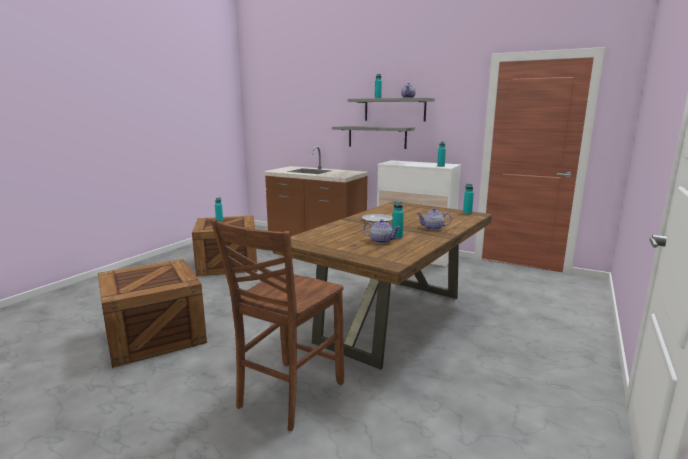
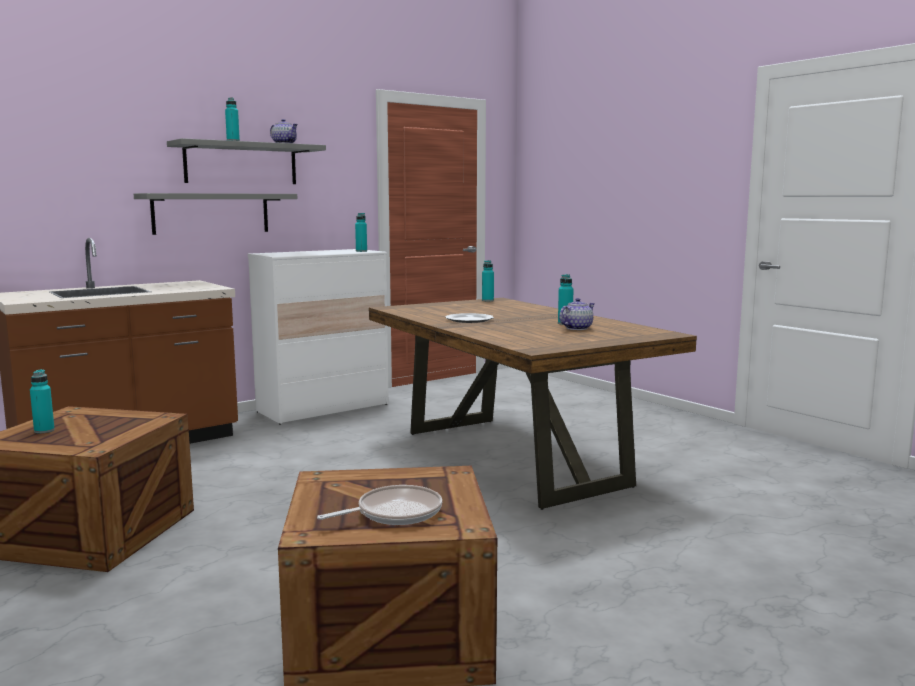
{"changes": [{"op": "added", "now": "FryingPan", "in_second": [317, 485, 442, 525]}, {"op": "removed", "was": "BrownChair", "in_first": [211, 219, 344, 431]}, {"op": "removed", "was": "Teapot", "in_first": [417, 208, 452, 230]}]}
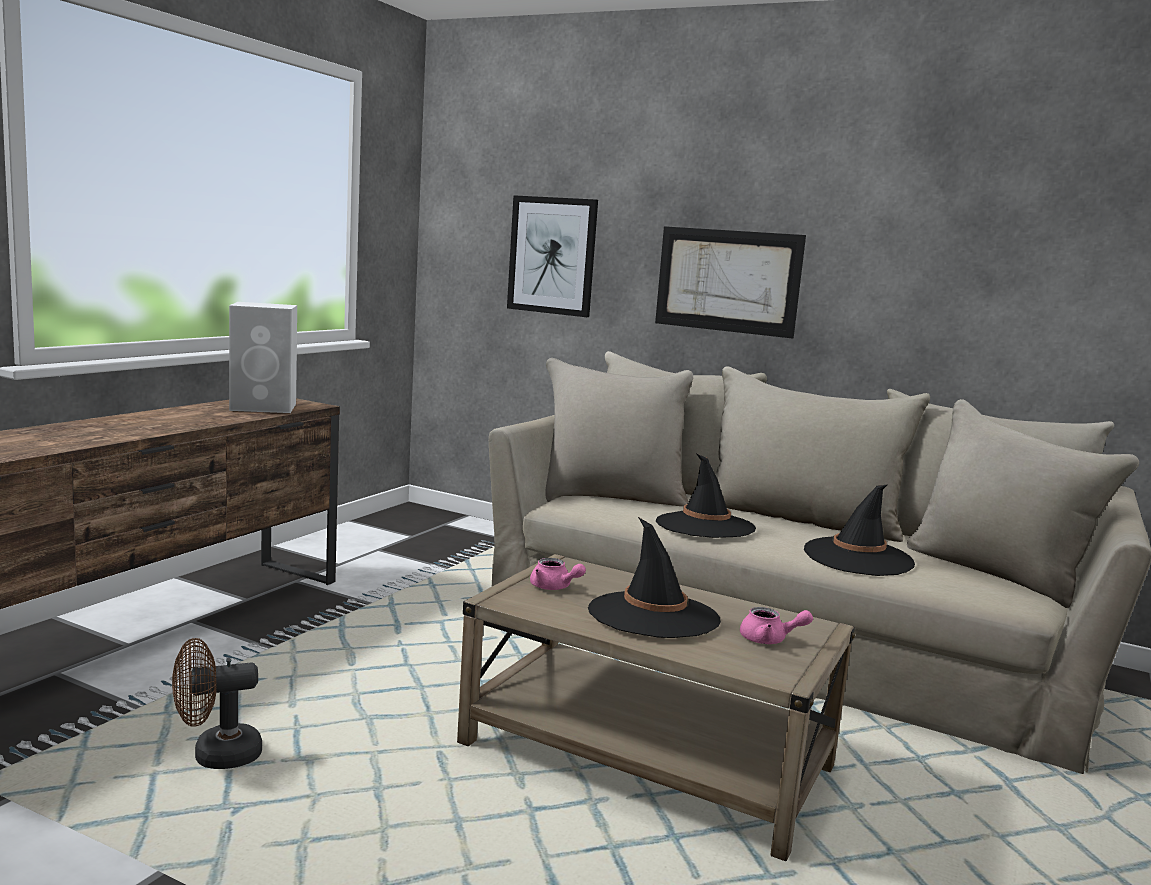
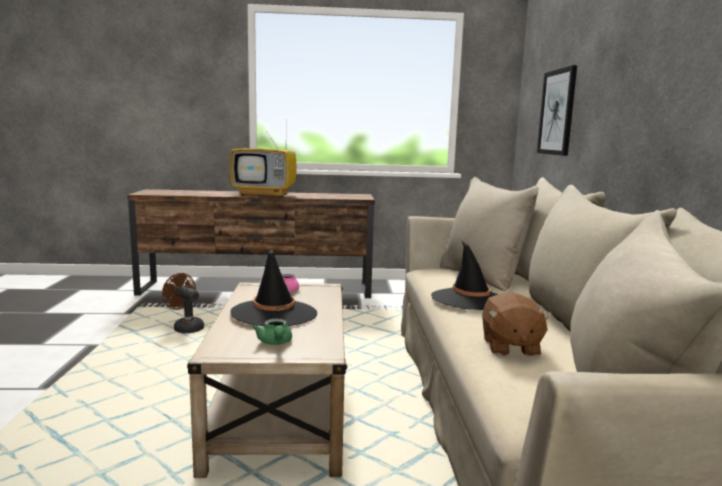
{"changes": [{"op": "added", "now": "Television", "in_second": [230, 125, 296, 197]}, {"op": "recoloured", "was": "PinkTeapot", "now": "GreenTeapot", "in_first": [740, 607, 813, 644], "in_second": [252, 319, 292, 345]}, {"op": "replaced", "was": "BlackHat", "now": "BrownPlushToy", "in_first": [804, 484, 915, 576], "in_second": [482, 292, 552, 357]}, {"op": "removed", "was": "WhiteSpeaker", "in_first": [229, 302, 297, 413]}, {"op": "removed", "was": "Picture", "in_first": [655, 226, 806, 338]}]}
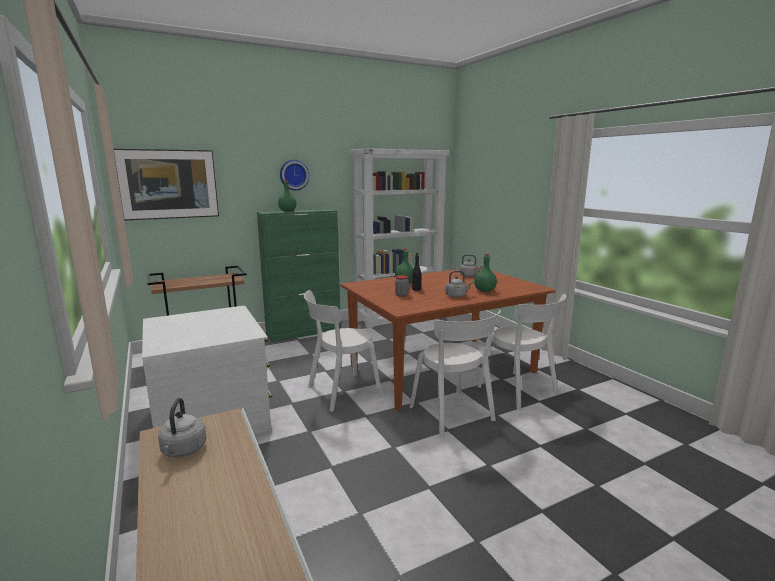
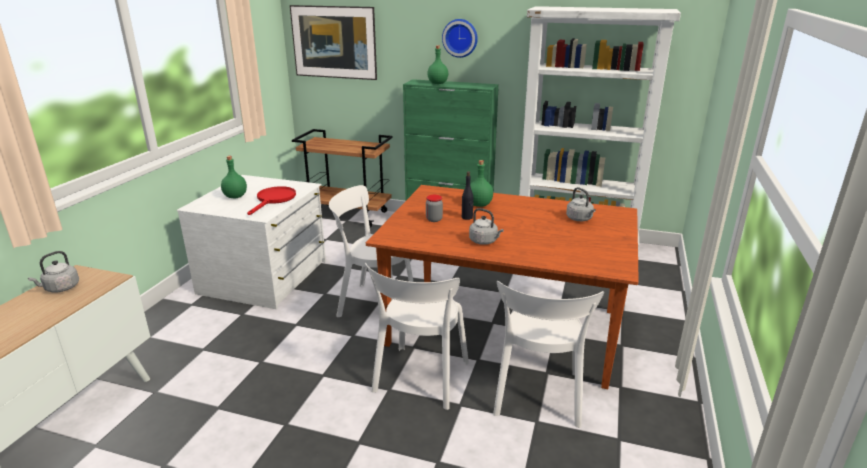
{"changes": [{"op": "moved", "was": "GreenBottle", "in_first": [474, 253, 497, 292], "in_second": [221, 156, 247, 198]}, {"op": "added", "now": "RedFryingPan", "in_second": [247, 186, 296, 215]}]}
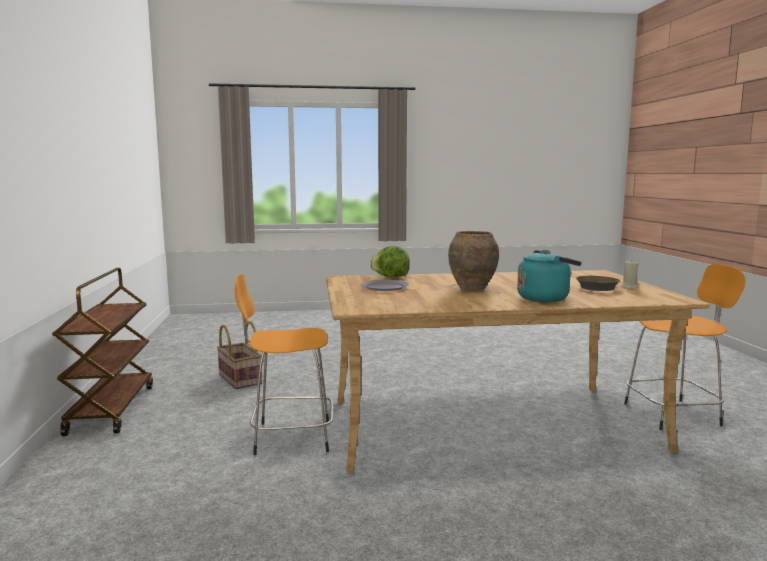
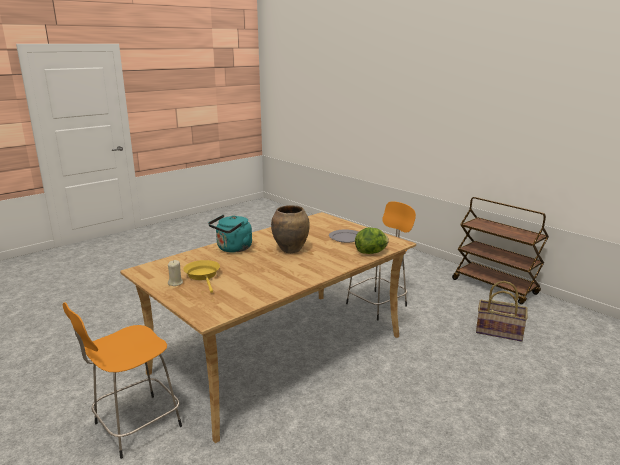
{"changes": [{"op": "recoloured", "was": "BrownFryingPan", "now": "YellowFryingPan", "in_first": [576, 275, 621, 291], "in_second": [183, 260, 220, 293]}]}
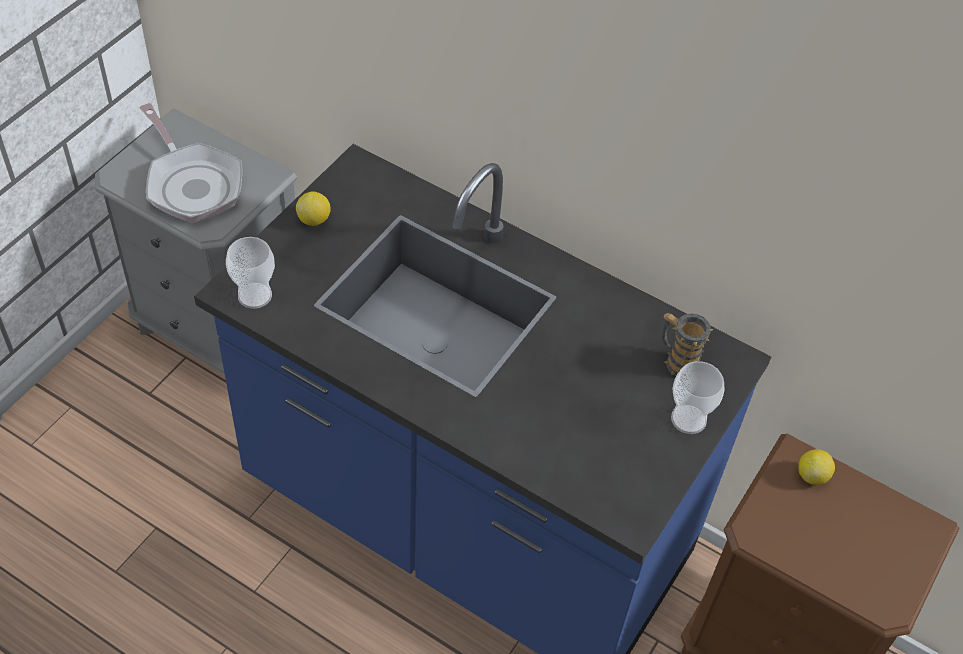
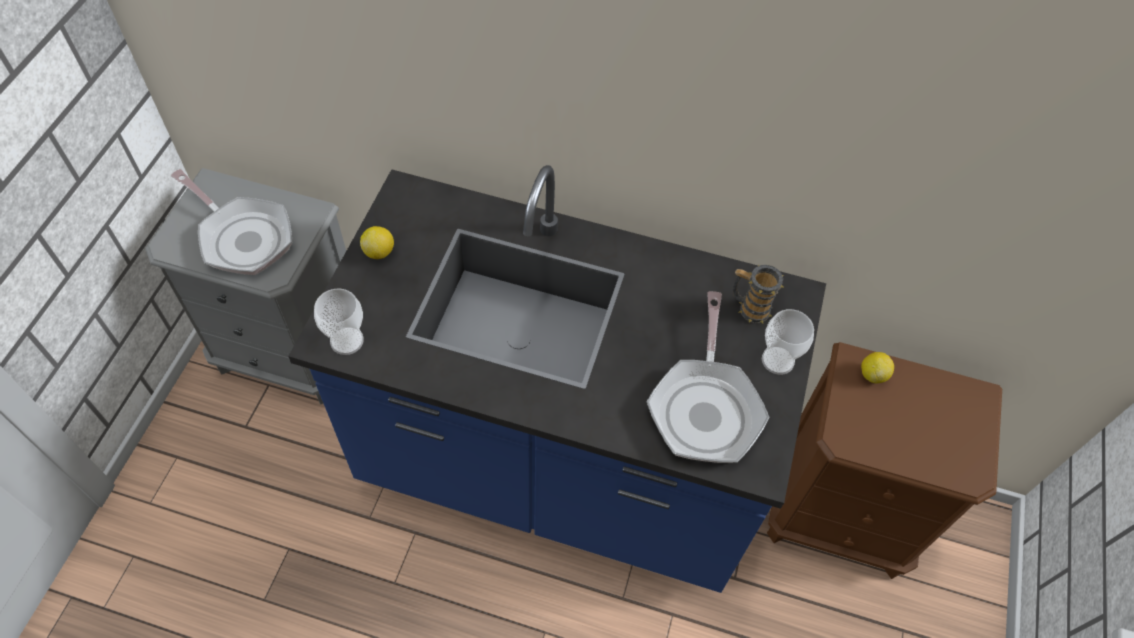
{"changes": [{"op": "added", "now": "FryingPan", "in_second": [647, 291, 769, 463]}]}
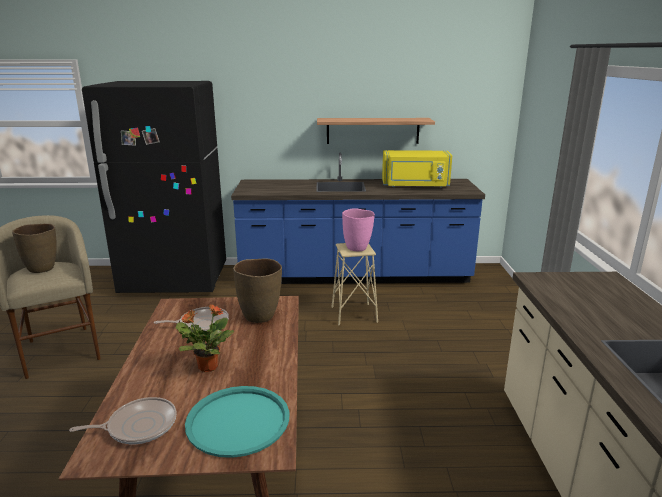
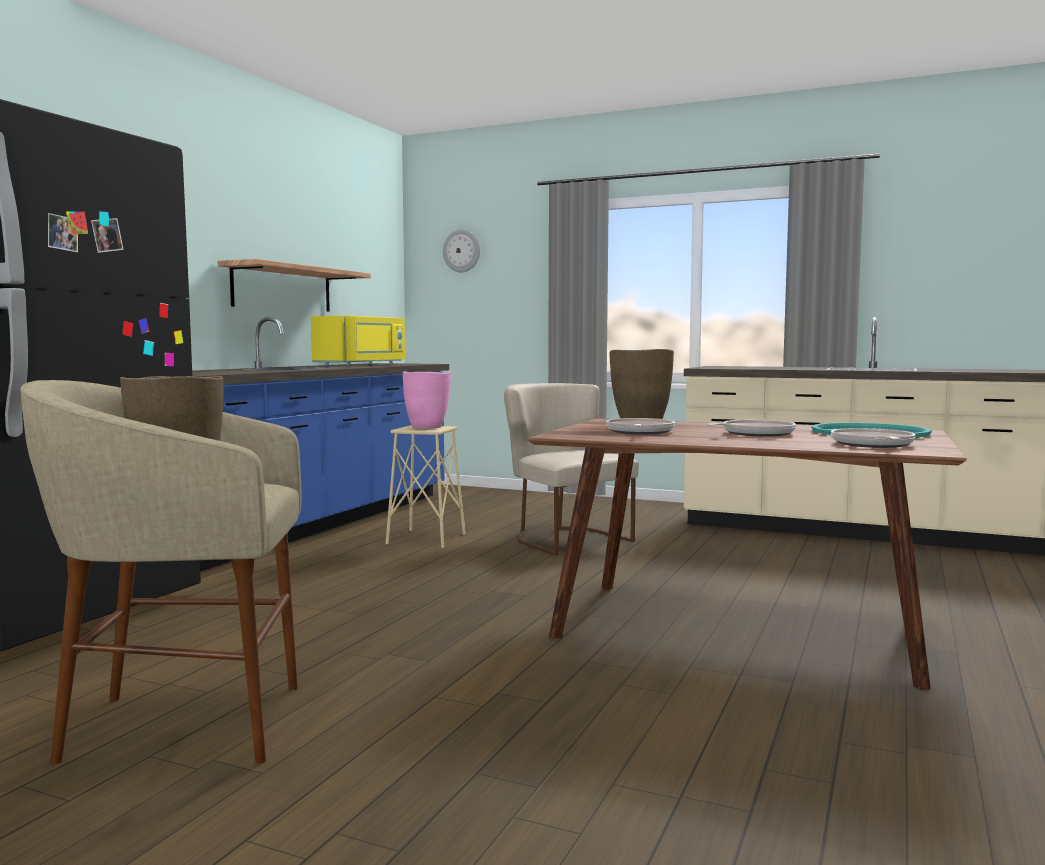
{"changes": [{"op": "added", "now": "WallClock", "in_second": [443, 230, 480, 272]}, {"op": "added", "now": "BeigeChair", "in_second": [504, 383, 639, 556]}, {"op": "replaced", "was": "PottedPlant", "now": "FryingPan", "in_first": [176, 305, 235, 372], "in_second": [707, 420, 796, 437]}]}
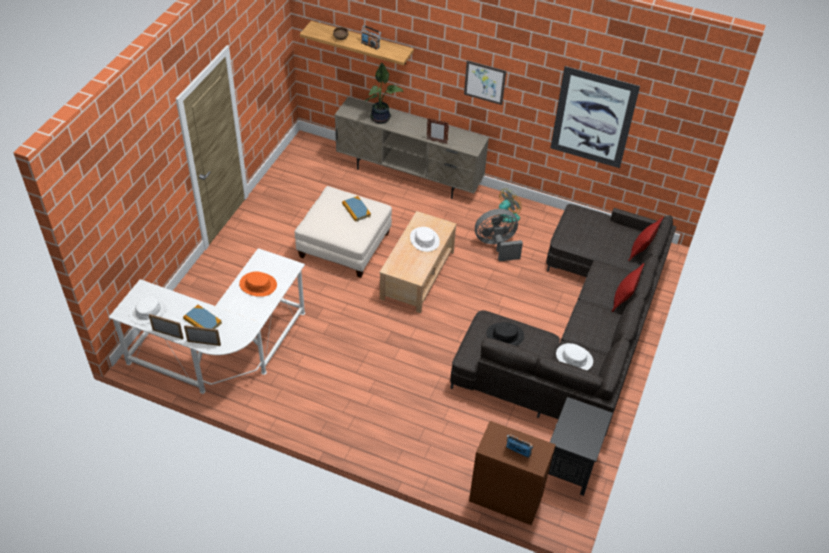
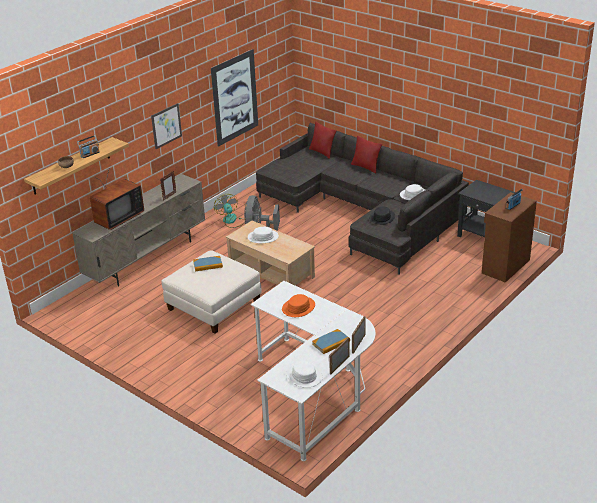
{"changes": [{"op": "replaced", "was": "PottedPlant", "now": "Television", "in_first": [365, 63, 403, 124], "in_second": [90, 167, 144, 230]}]}
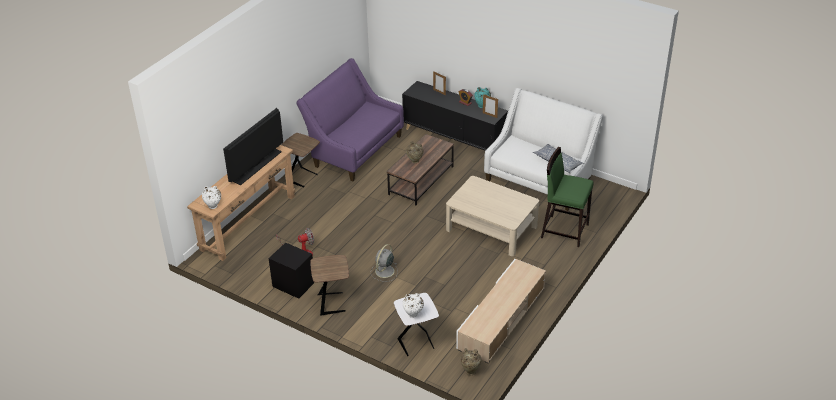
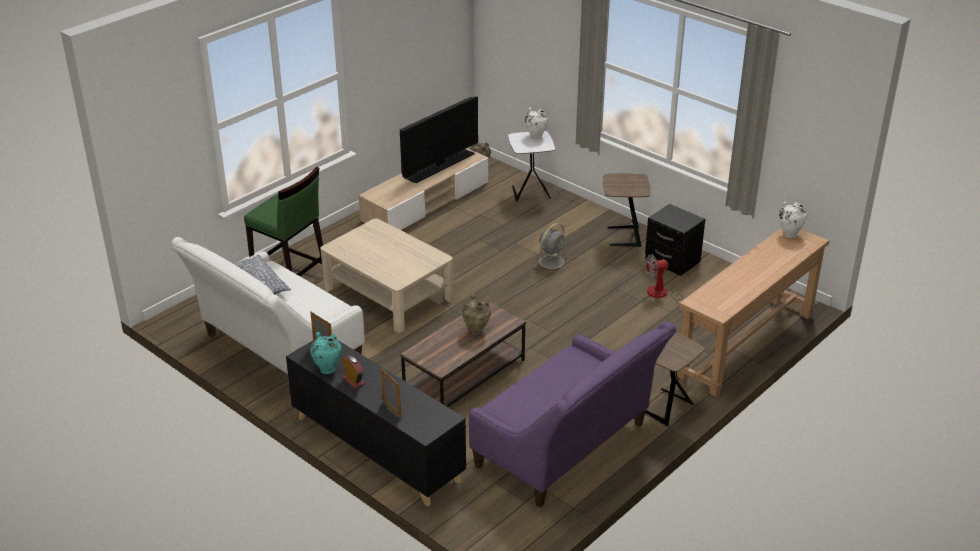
{"changes": [{"op": "moved", "was": "Television", "in_first": [223, 108, 283, 185], "in_second": [400, 96, 478, 183]}]}
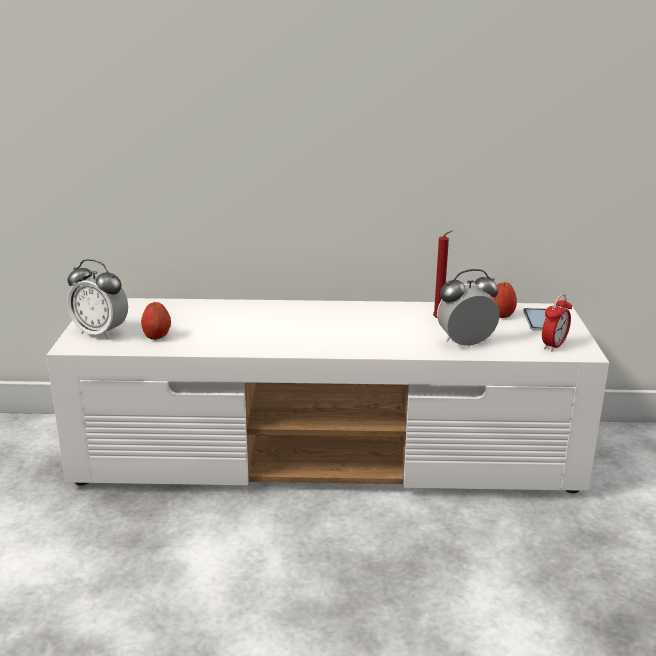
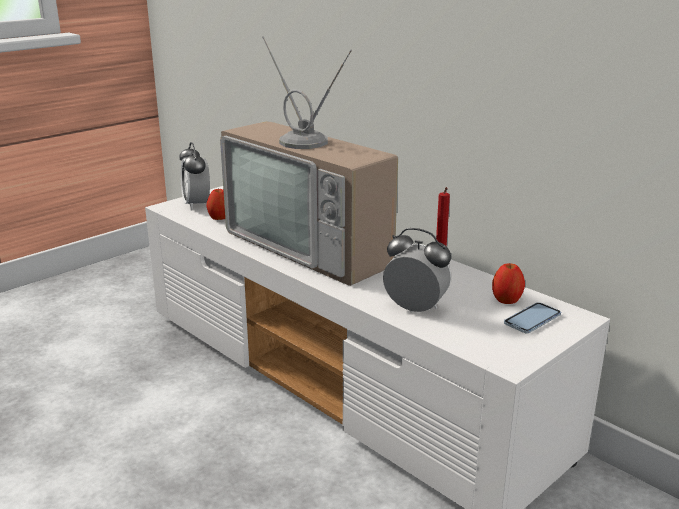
{"changes": [{"op": "added", "now": "Television", "in_second": [220, 36, 398, 286]}, {"op": "removed", "was": "AlarmClock", "in_first": [542, 294, 572, 351]}]}
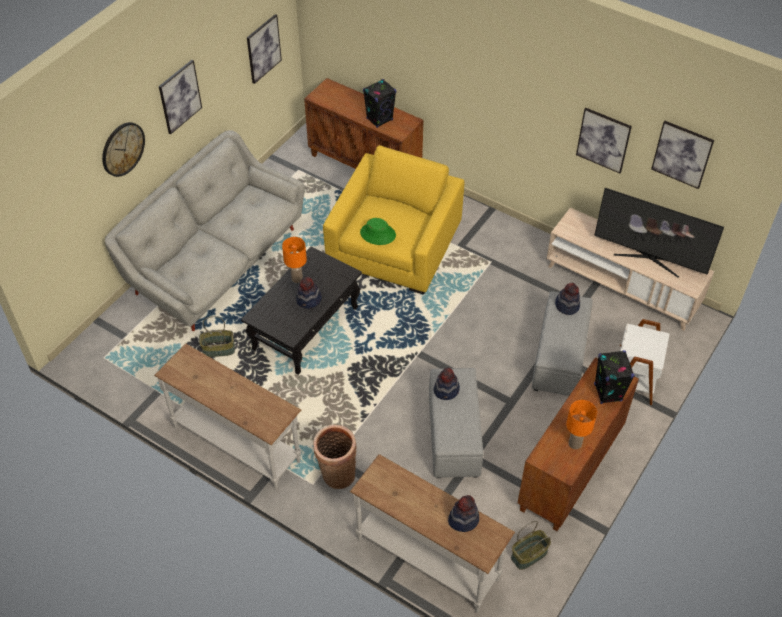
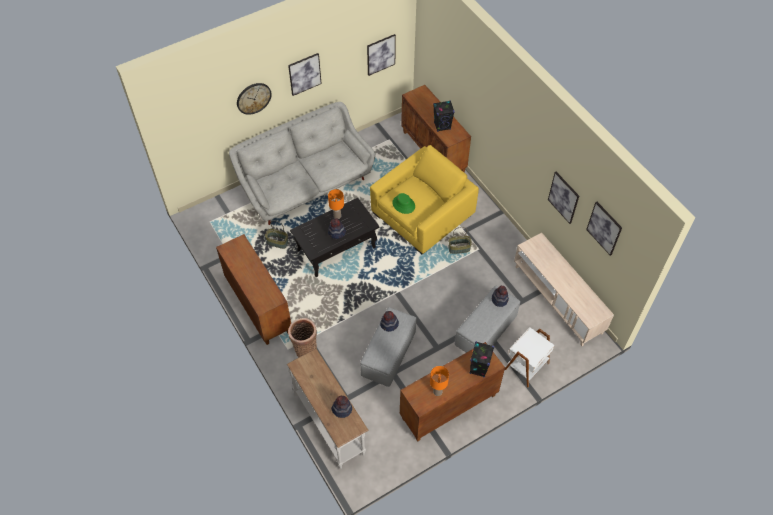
{"changes": [{"op": "replaced", "was": "WhiteConsoleTable", "now": "BrownCabinet", "in_first": [154, 343, 301, 491], "in_second": [216, 234, 291, 345]}, {"op": "moved", "was": "Basket", "in_first": [511, 521, 551, 570], "in_second": [448, 227, 472, 254]}, {"op": "removed", "was": "Television", "in_first": [594, 188, 724, 278]}]}
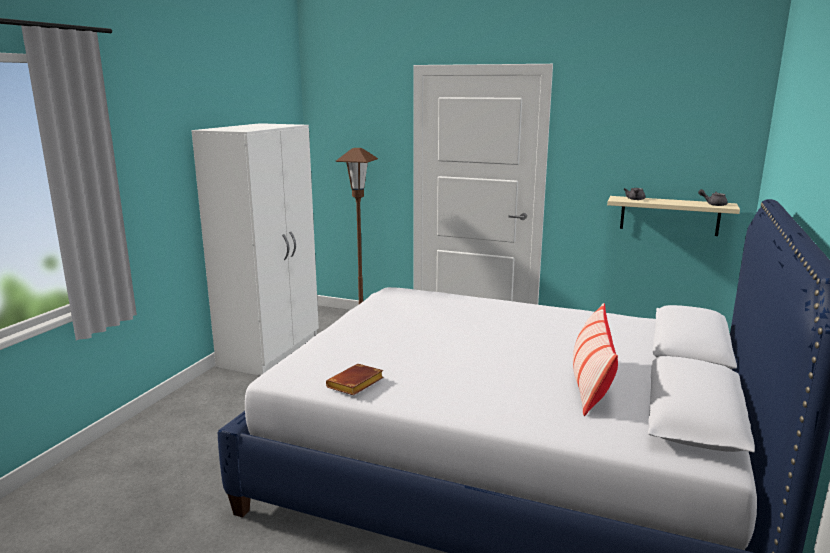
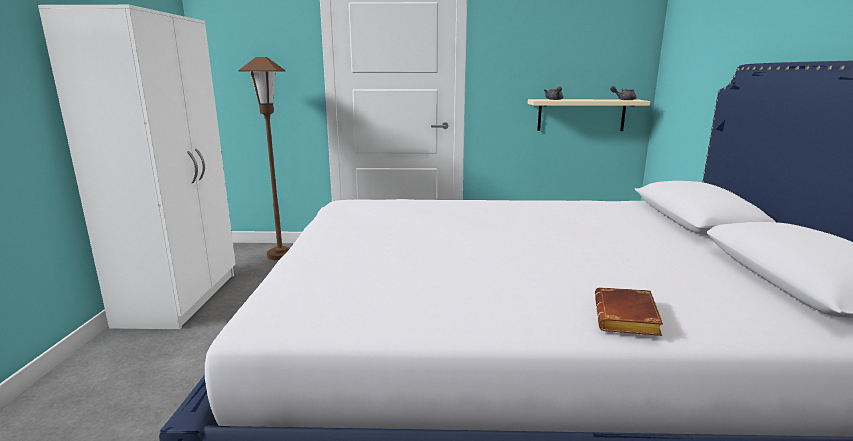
{"changes": [{"op": "moved", "was": "BrownBook", "in_first": [326, 364, 384, 395], "in_second": [595, 287, 663, 336]}, {"op": "removed", "was": "Pillow", "in_first": [573, 303, 618, 416]}]}
